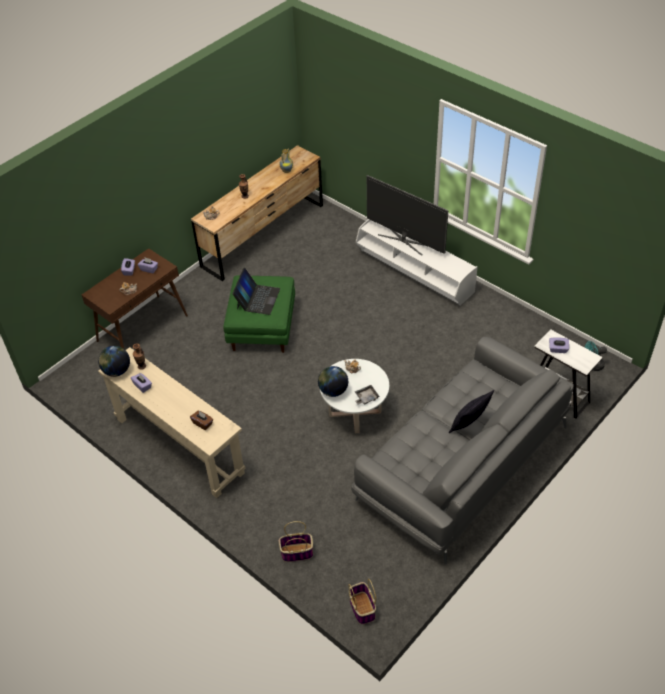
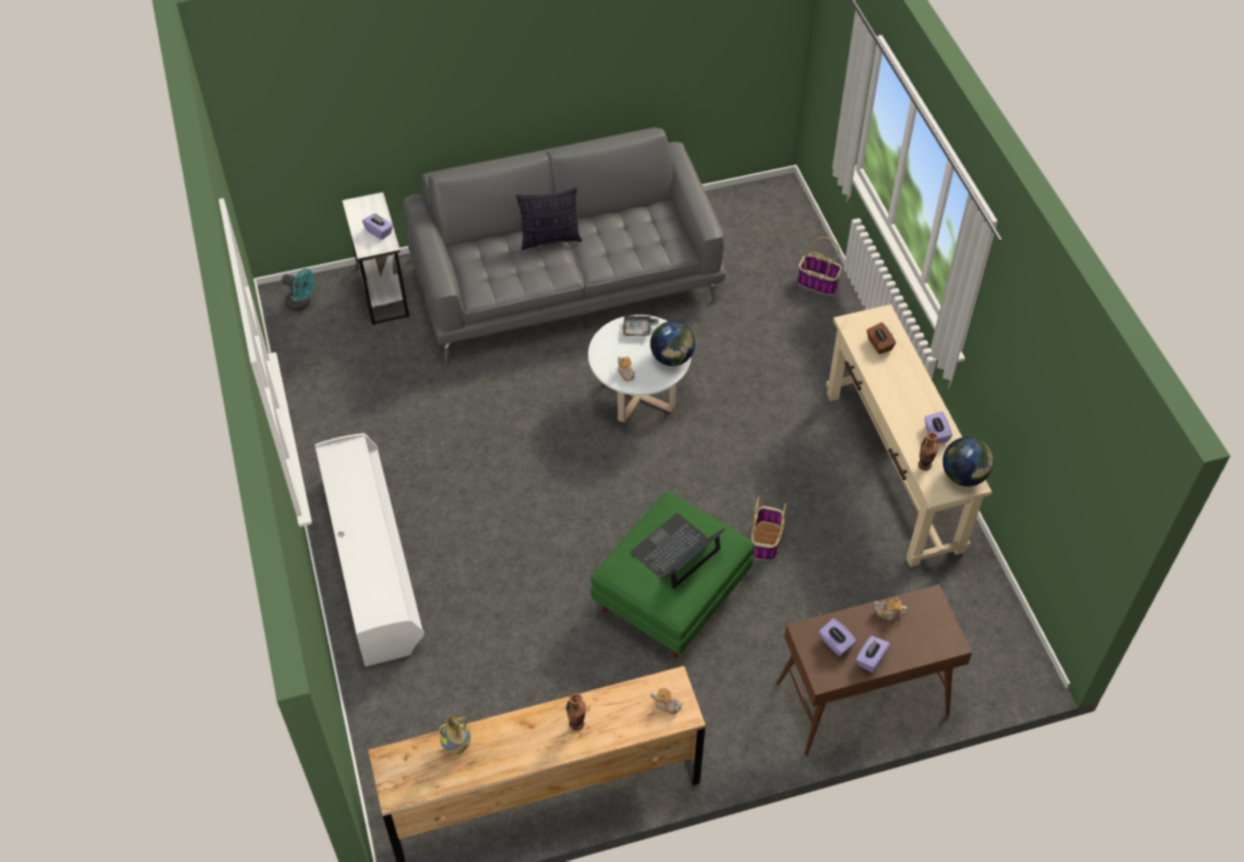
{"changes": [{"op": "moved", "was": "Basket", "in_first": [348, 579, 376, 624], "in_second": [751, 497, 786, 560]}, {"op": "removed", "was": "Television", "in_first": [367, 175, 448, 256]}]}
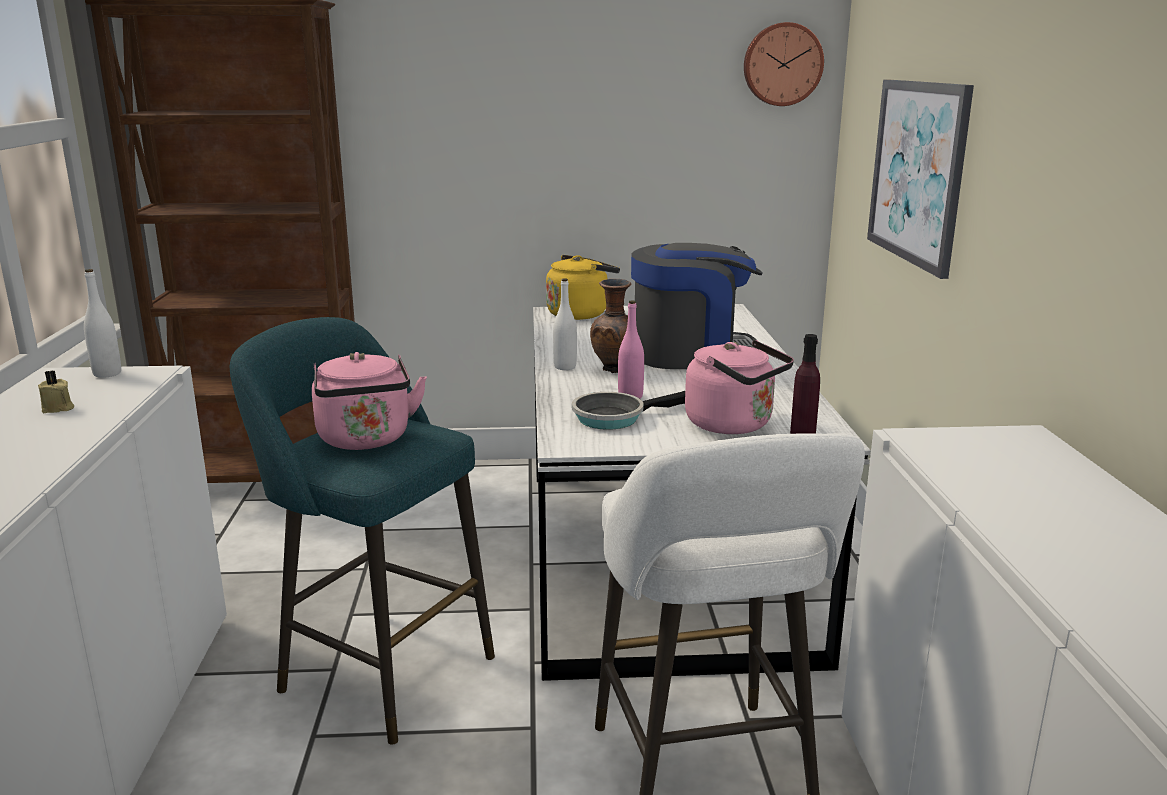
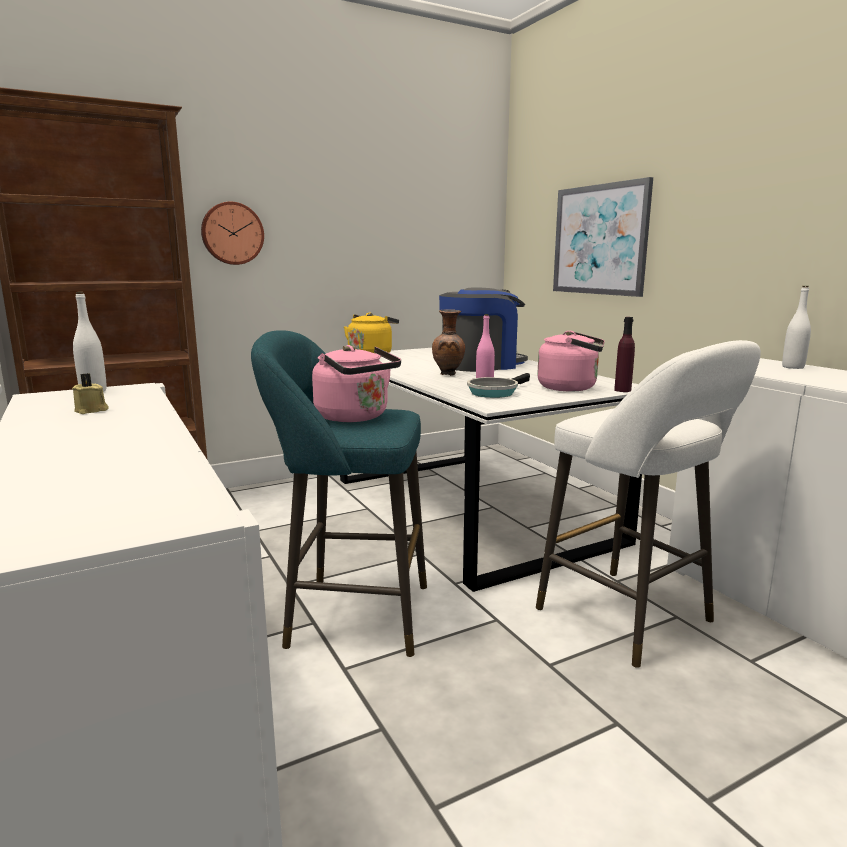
{"changes": [{"op": "moved", "was": "WallClock", "in_first": [744, 22, 824, 106], "in_second": [201, 202, 264, 265]}, {"op": "moved", "was": "WhiteBottle", "in_first": [553, 279, 577, 370], "in_second": [782, 286, 811, 369]}]}
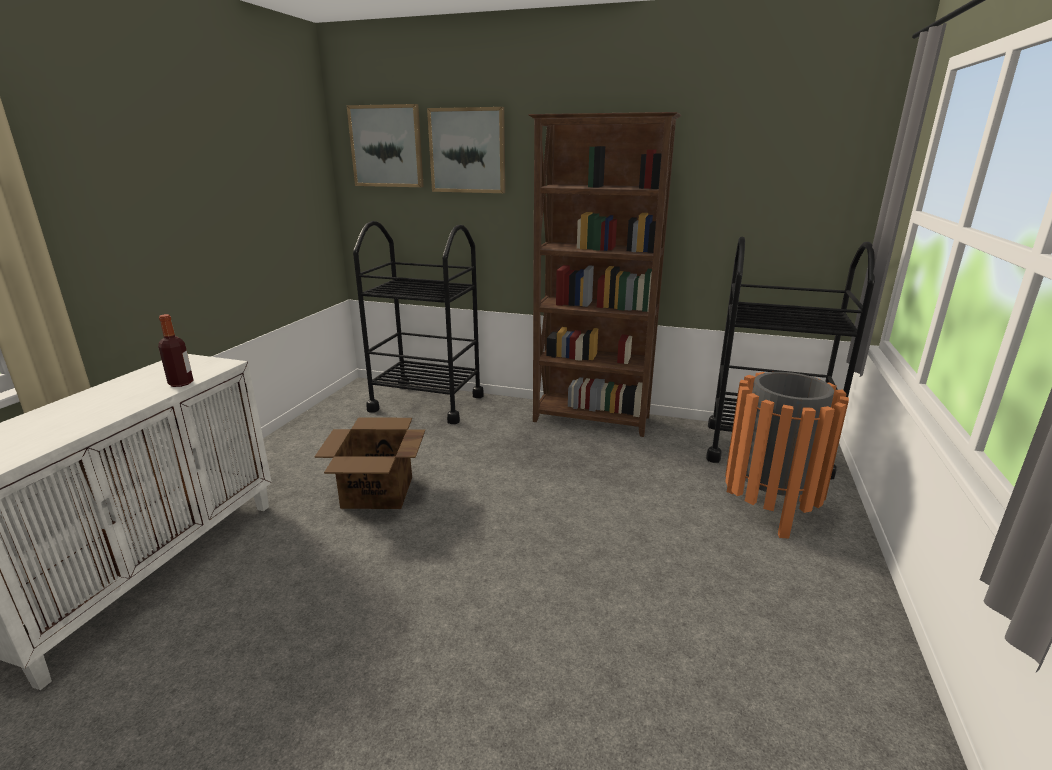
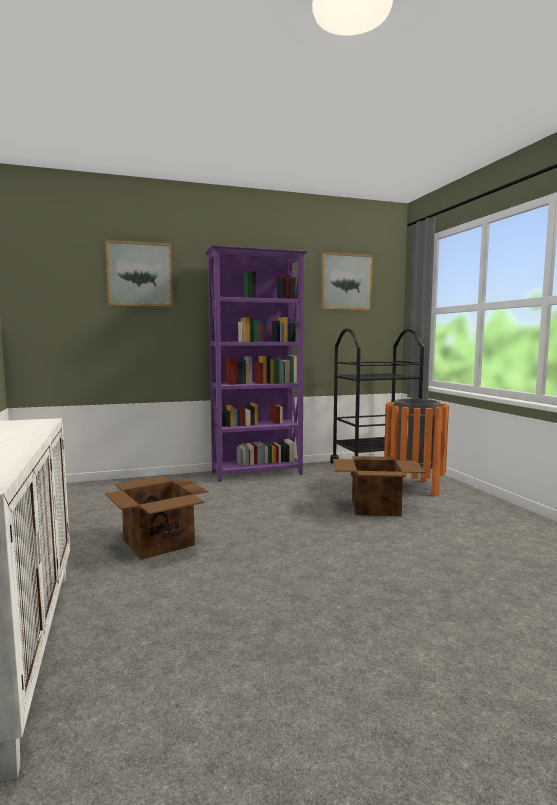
{"changes": [{"op": "recoloured", "was": "BrownBookcase", "now": "PurpleBookcase", "in_first": [529, 112, 681, 437], "in_second": [205, 245, 308, 482]}, {"op": "moved", "was": "Picture", "in_first": [347, 104, 424, 187], "in_second": [321, 252, 373, 310]}, {"op": "added", "now": "CardboardBox", "in_second": [333, 456, 426, 516]}, {"op": "removed", "was": "Bottle", "in_first": [158, 314, 193, 387]}, {"op": "removed", "was": "BlackCart", "in_first": [353, 221, 484, 424]}]}
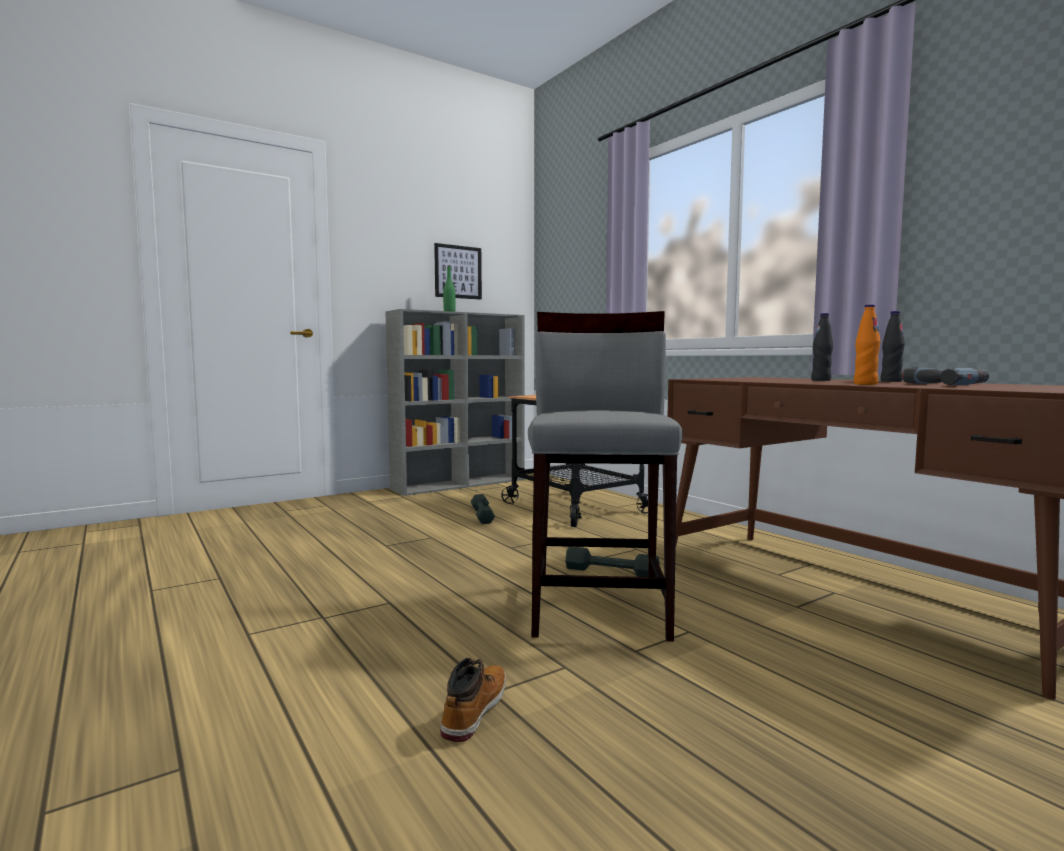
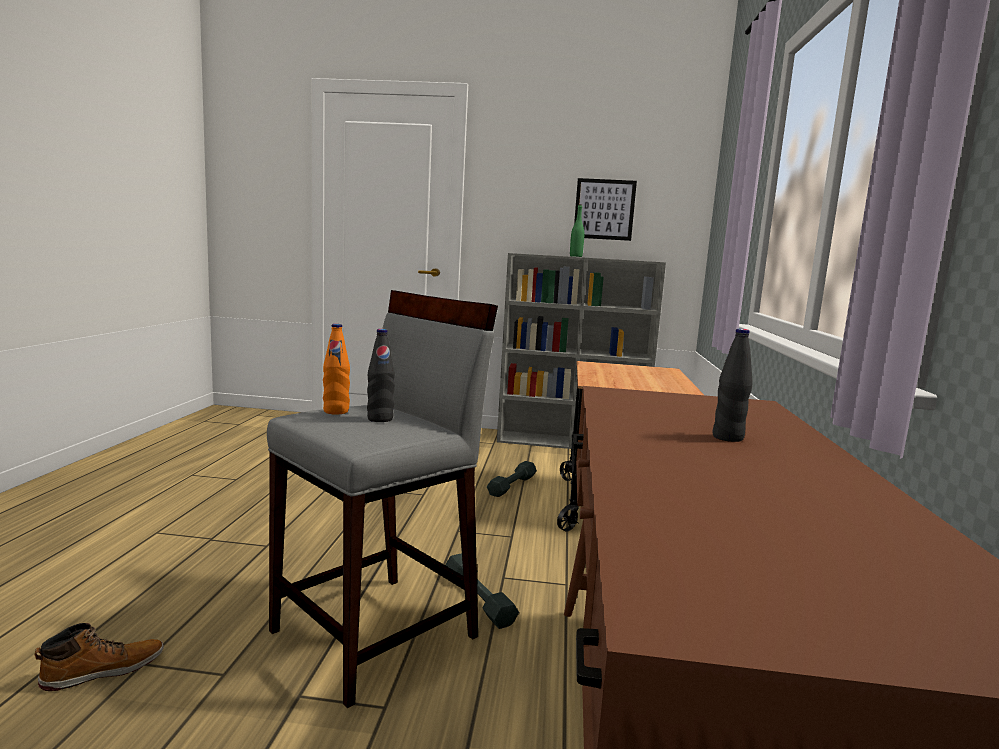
{"changes": [{"op": "moved", "was": "OrangeBottle", "in_first": [854, 304, 880, 385], "in_second": [323, 324, 350, 414]}, {"op": "moved", "was": "BlackBottle", "in_first": [881, 311, 905, 382], "in_second": [367, 329, 395, 422]}, {"op": "removed", "was": "PowerDrill", "in_first": [902, 367, 989, 385]}]}
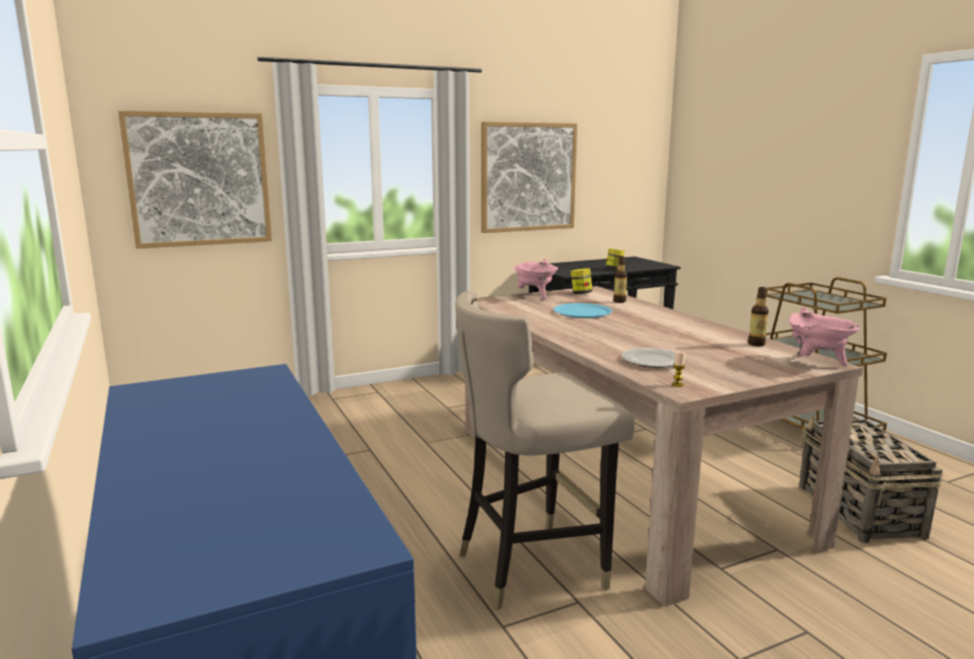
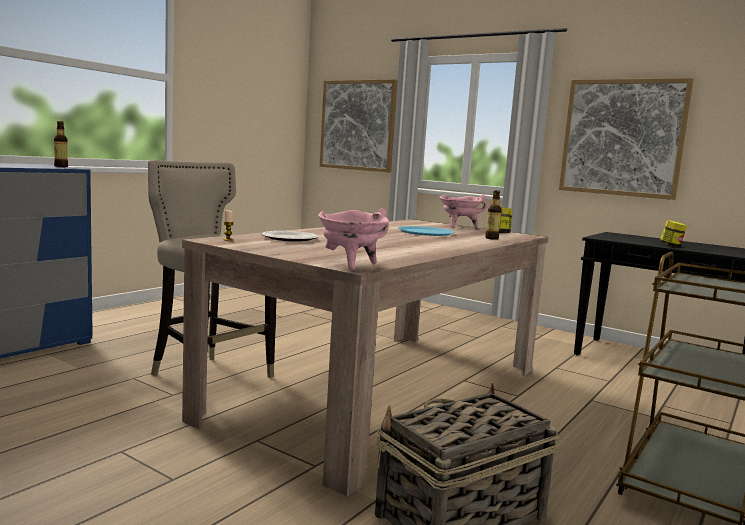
{"changes": [{"op": "moved", "was": "Bottle", "in_first": [748, 287, 769, 346], "in_second": [54, 121, 68, 167]}]}
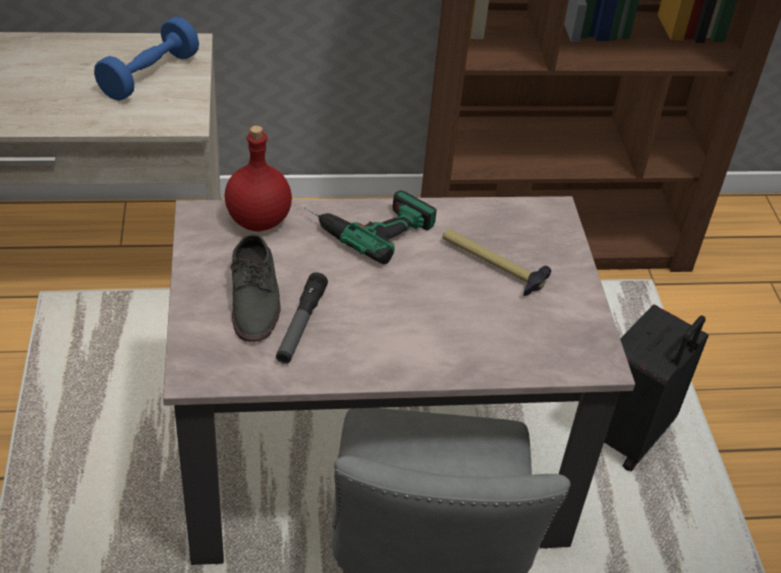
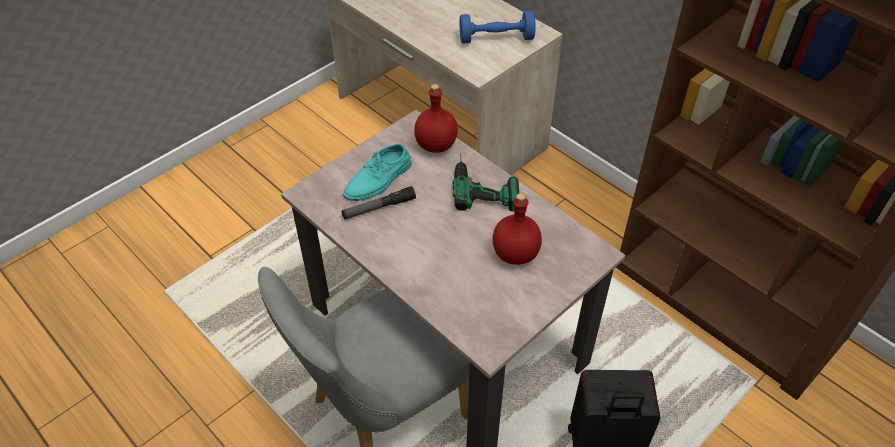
{"changes": [{"op": "recoloured", "was": "GreyShoe", "now": "TurquoiseShoe", "in_first": [230, 234, 281, 342], "in_second": [343, 144, 412, 201]}, {"op": "replaced", "was": "Hammer", "now": "RedBottle", "in_first": [442, 229, 551, 296], "in_second": [493, 193, 542, 265]}]}
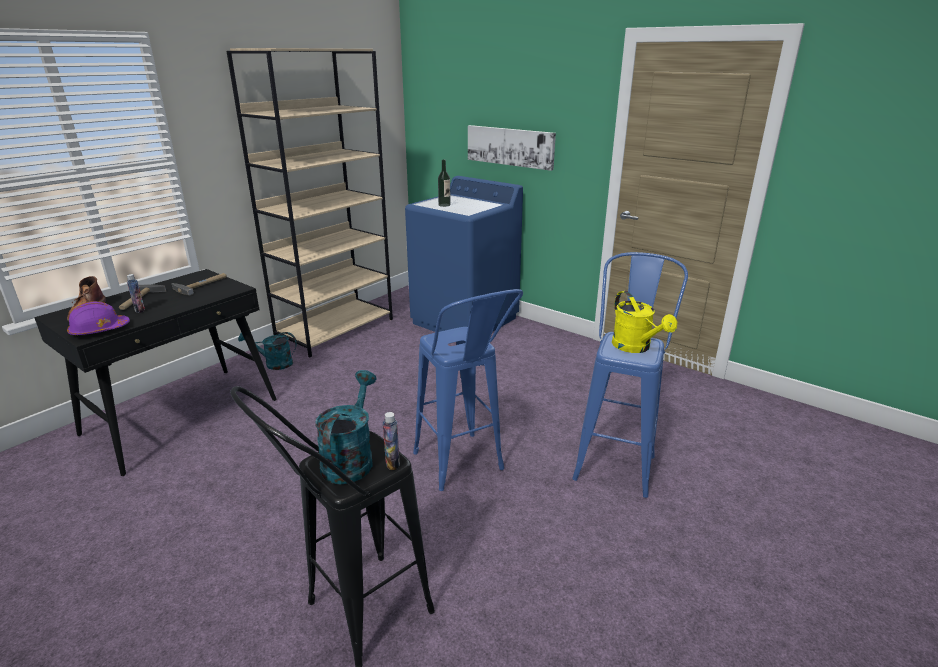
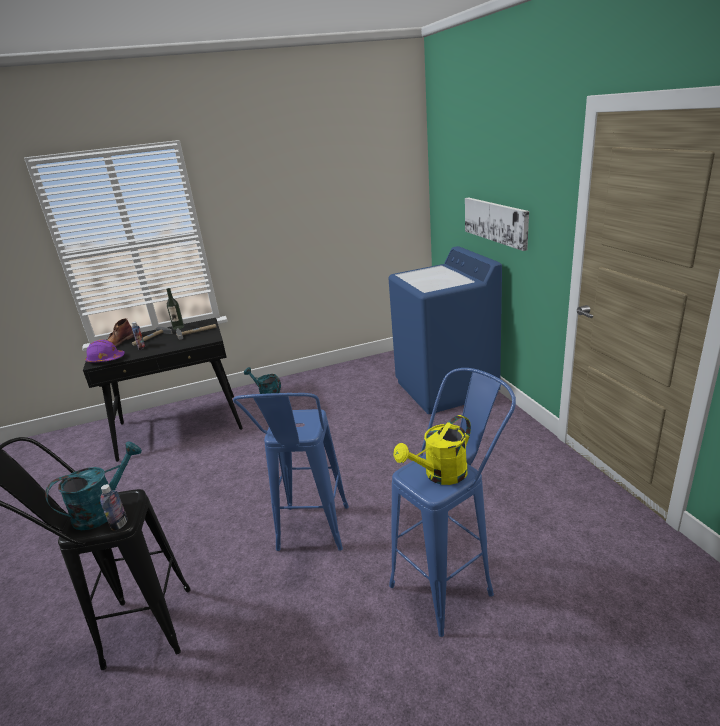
{"changes": [{"op": "moved", "was": "Bottle", "in_first": [438, 160, 451, 207], "in_second": [166, 288, 184, 330]}, {"op": "turned", "was": "YellowWateringCan", "in_first": [612, 291, 677, 353], "in_second": [394, 415, 471, 485], "clockwise": 45}, {"op": "removed", "was": "BeigeBookcase", "in_first": [227, 48, 393, 357]}]}
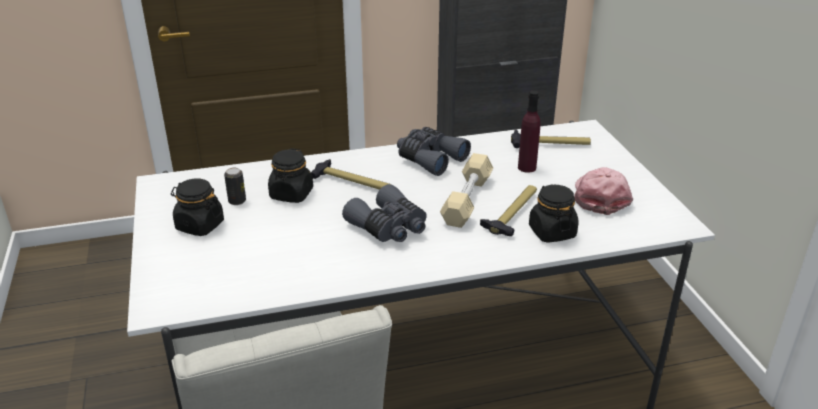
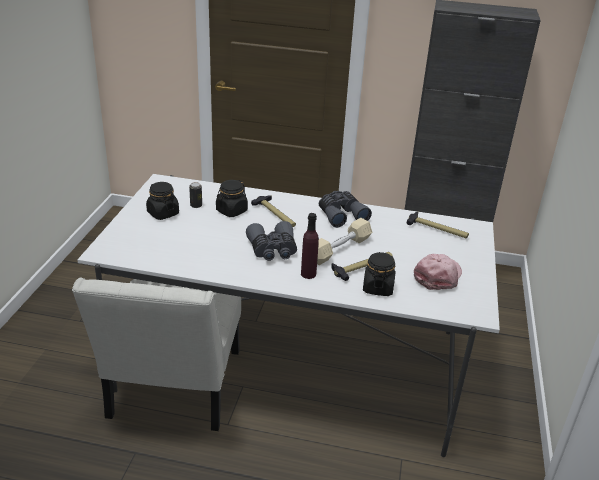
{"changes": [{"op": "moved", "was": "PurpleBottle", "in_first": [518, 91, 541, 173], "in_second": [301, 213, 319, 279]}]}
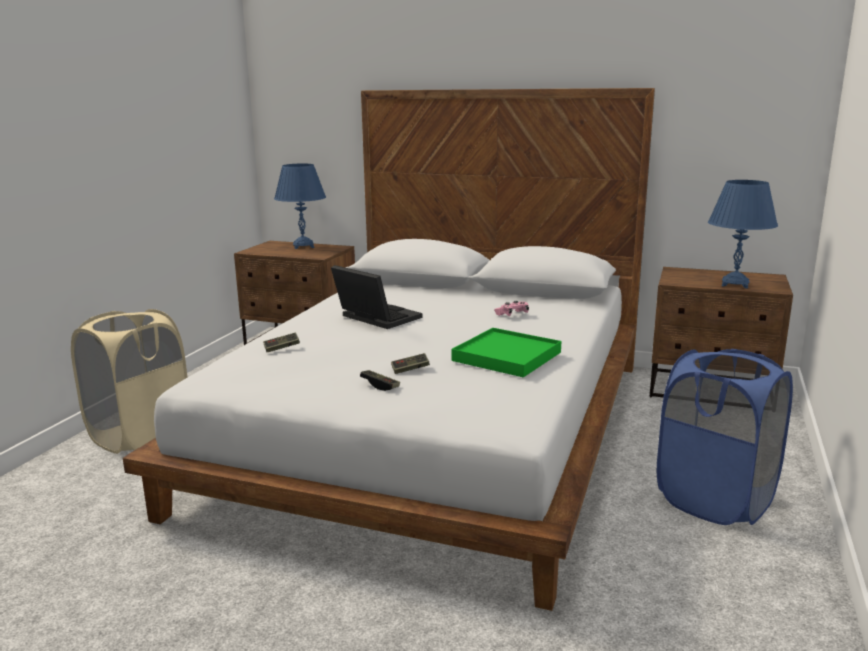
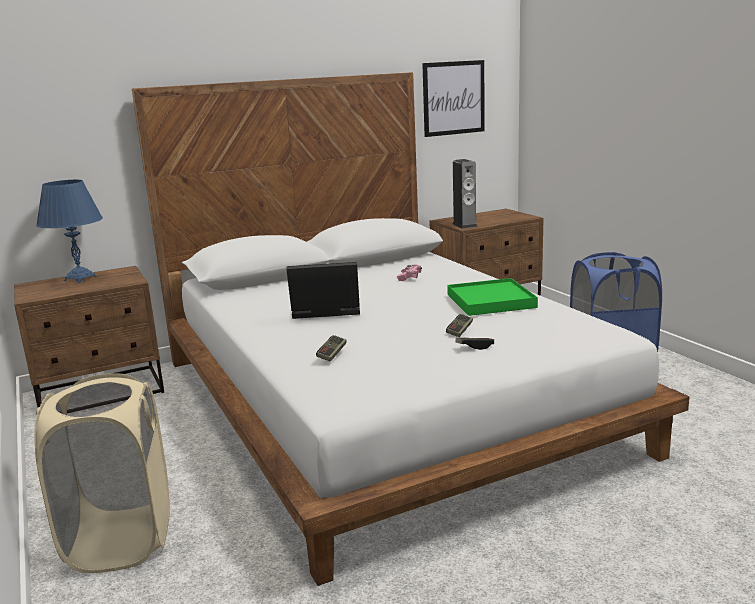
{"changes": [{"op": "added", "now": "Picture", "in_second": [422, 60, 485, 137]}, {"op": "added", "now": "Speaker", "in_second": [452, 159, 478, 229]}, {"op": "removed", "was": "BlueTableLamp", "in_first": [708, 180, 778, 289]}]}
